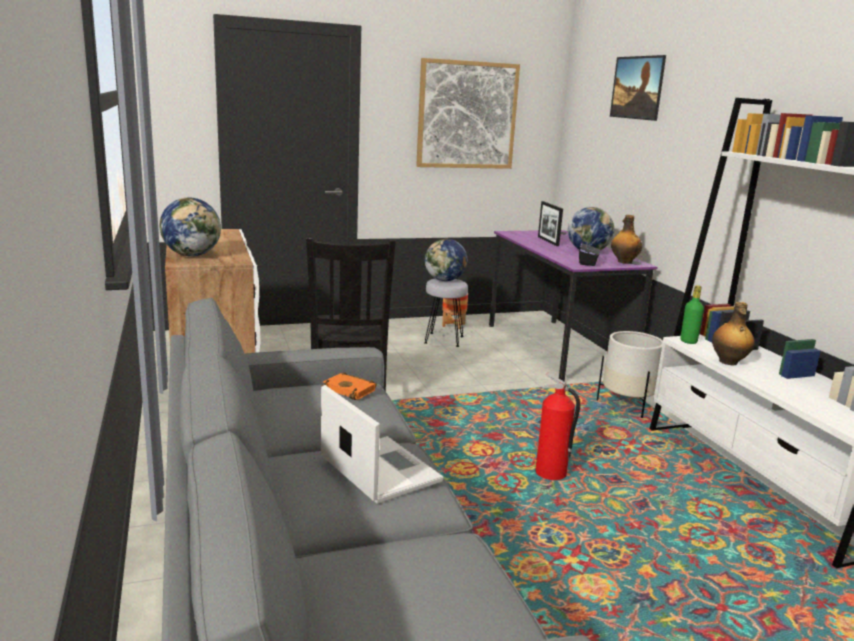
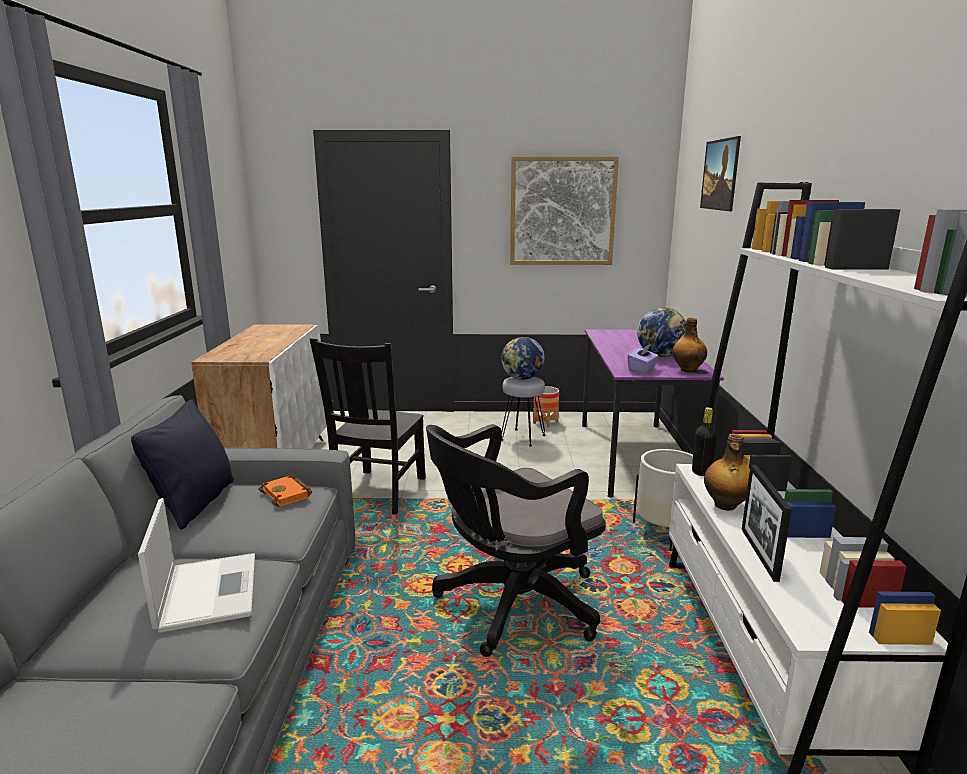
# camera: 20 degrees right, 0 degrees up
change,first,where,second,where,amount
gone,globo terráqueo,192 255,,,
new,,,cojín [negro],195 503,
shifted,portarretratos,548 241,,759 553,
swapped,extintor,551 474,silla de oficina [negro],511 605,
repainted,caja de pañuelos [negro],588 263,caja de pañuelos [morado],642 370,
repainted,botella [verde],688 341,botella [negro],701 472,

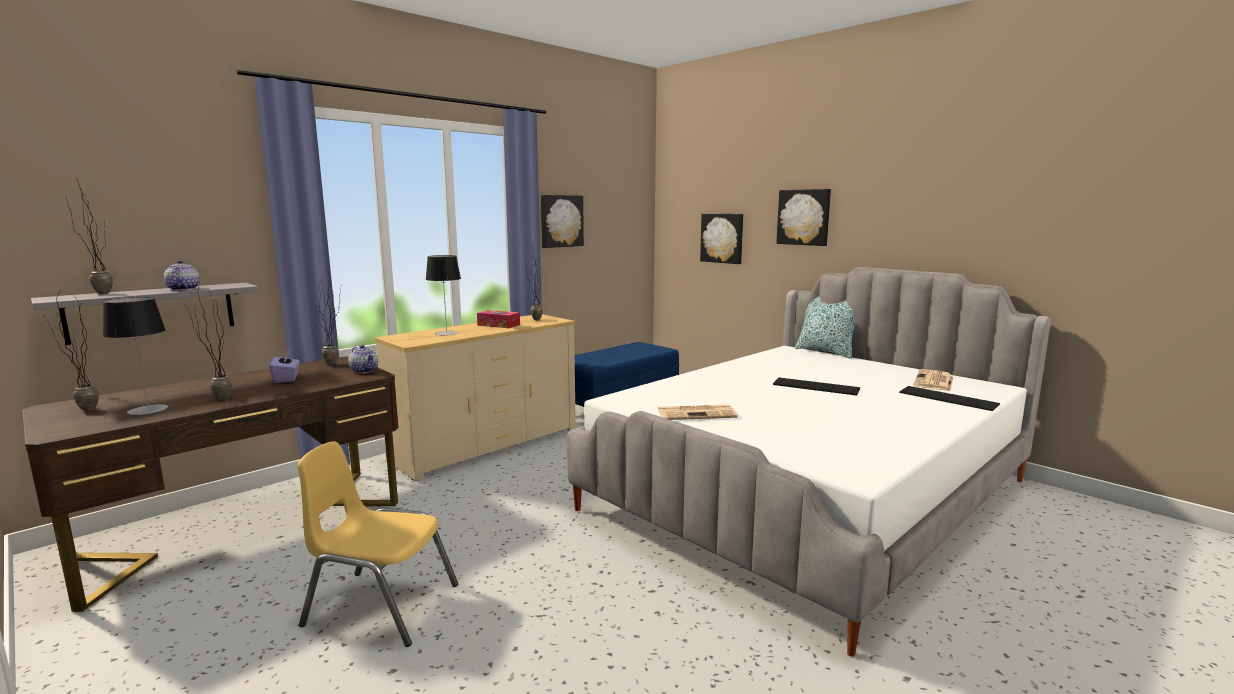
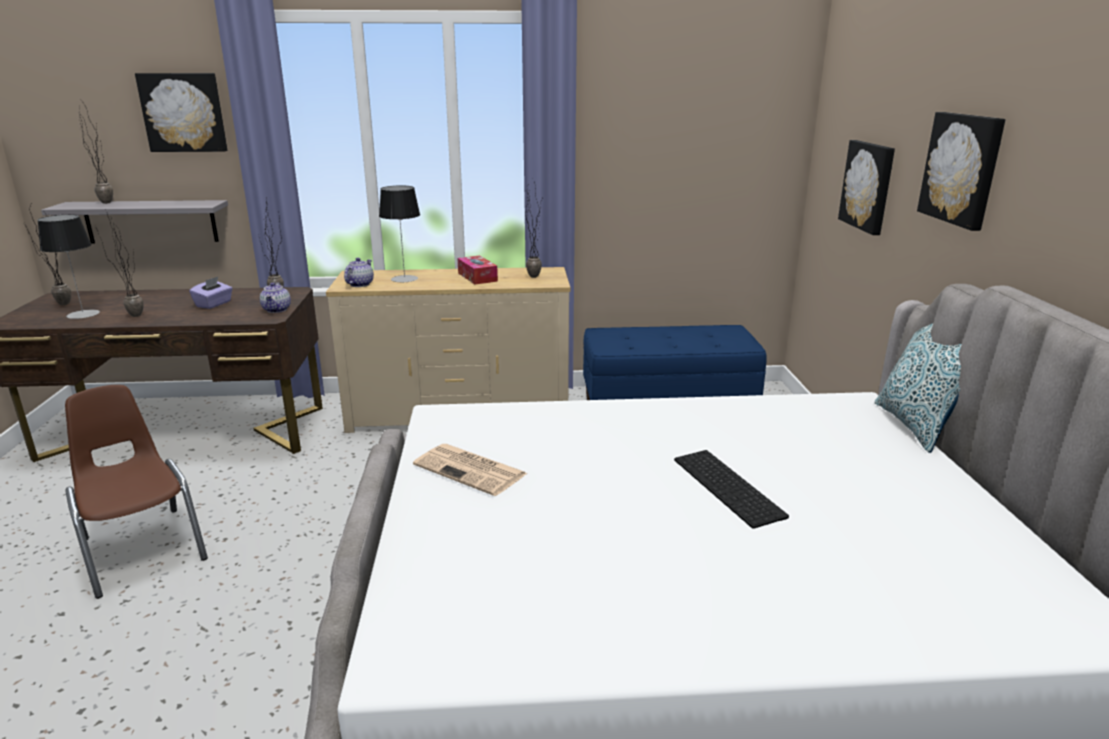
# camera: 40 degrees right, 10 degrees up
change,first,where,second,where,amount
gone,teclado,949 398,,,
gone,periódico,934 381,,,
shifted,tetera,183 289,,359 284,
shifted,cuadro,561 221,,184 112,
repainted,silla [amarillo],381 605,silla [marrón],142 549,

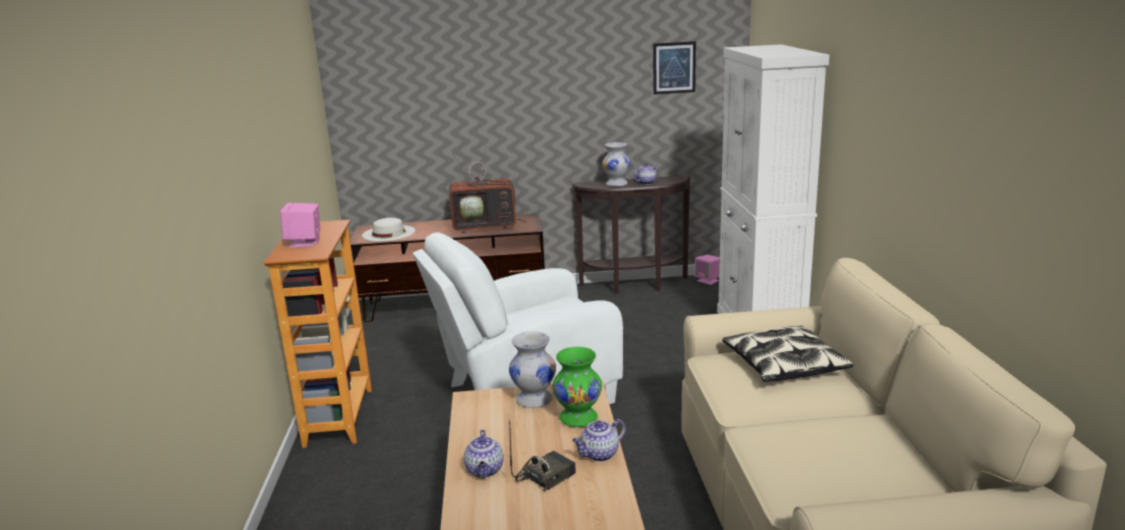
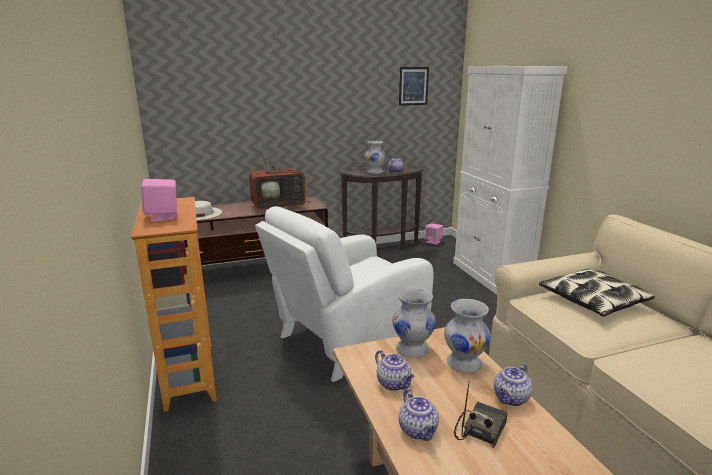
# camera: 15 degrees left, 0 degrees up
change,first,where,second,where,amount
new,,,tetera,394 384,
repainted,florero [verde],578 418,florero [blanco],464 363,

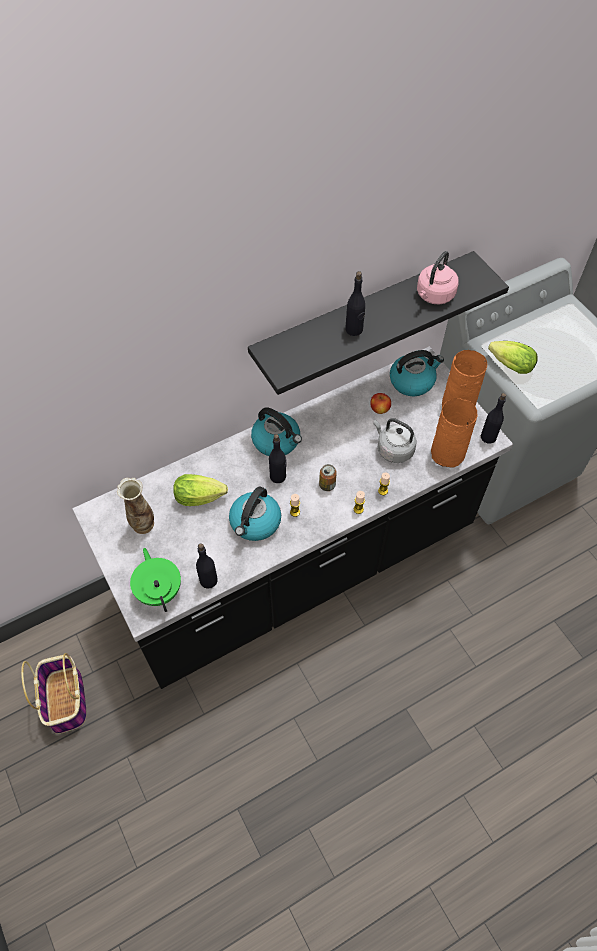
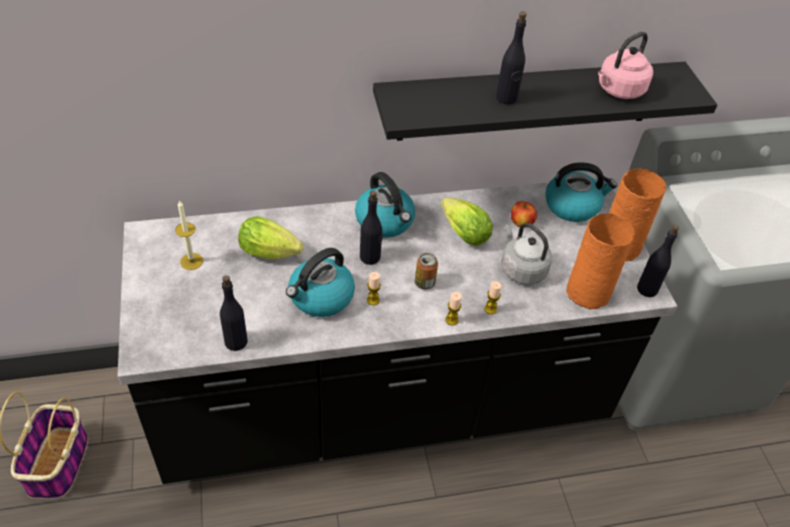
# camera: 15 degrees right, 10 degrees down
change,first,where,second,where,amount
gone,tetera [verde],159 590,,,
shifted,lechuga,508 365,,461 232,
swapped,florero,143 525,vela,191 261,

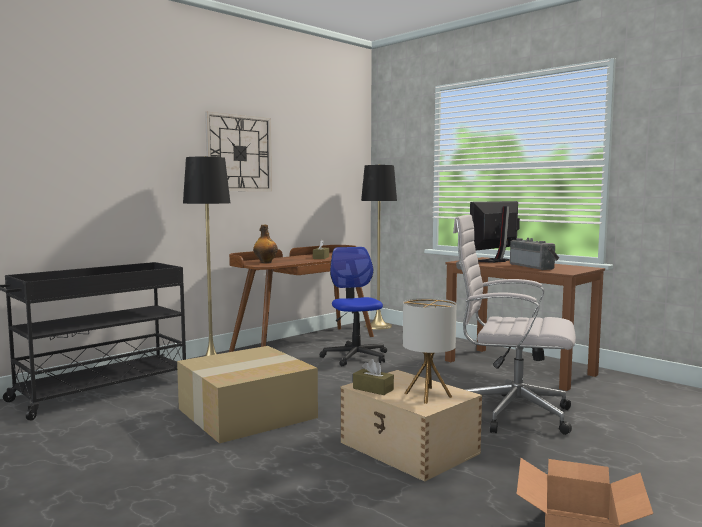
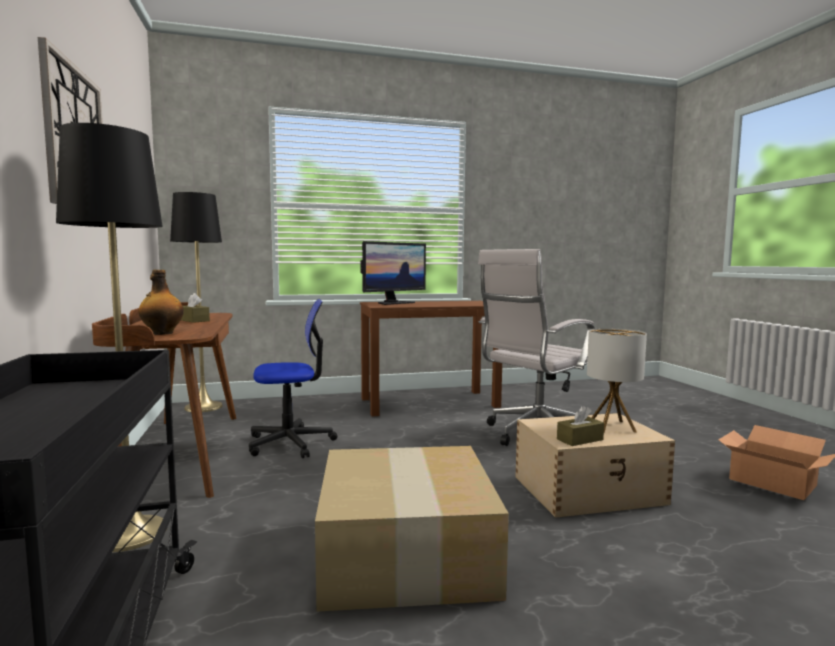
# camera: 60 degrees left, 0 degrees up
change,first,where,second,where,amount
gone,radio,533 266,,,
rotated,silla de oficina,355 357,,290 443,150 degrees clockwise
rotated,monitor,495 260,,393 303,120 degrees counterclockwise

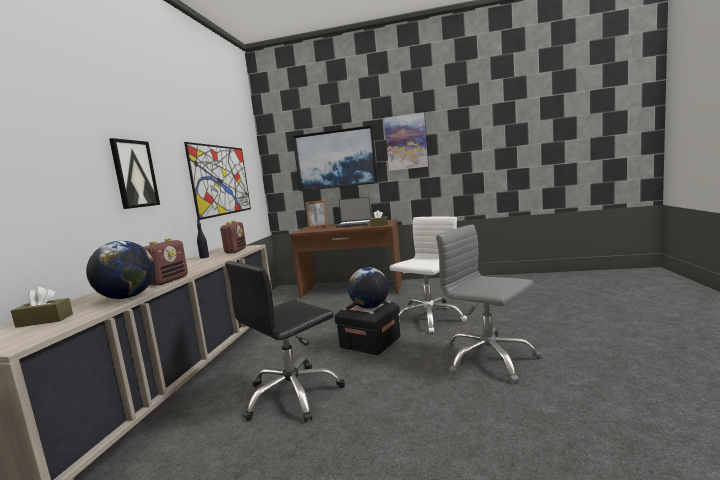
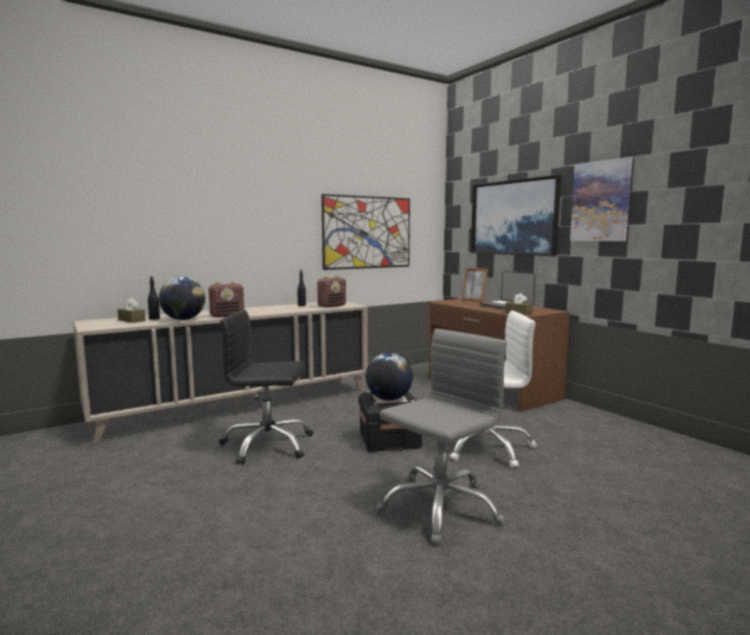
# camera: 45 degrees right, 0 degrees up
change,first,where,second,where,amount
gone,cuadro,134 174,,,
new,,,botella [negro],154 318,
rotated,silla de oficina [gris],488 359,,439 507,45 degrees clockwise

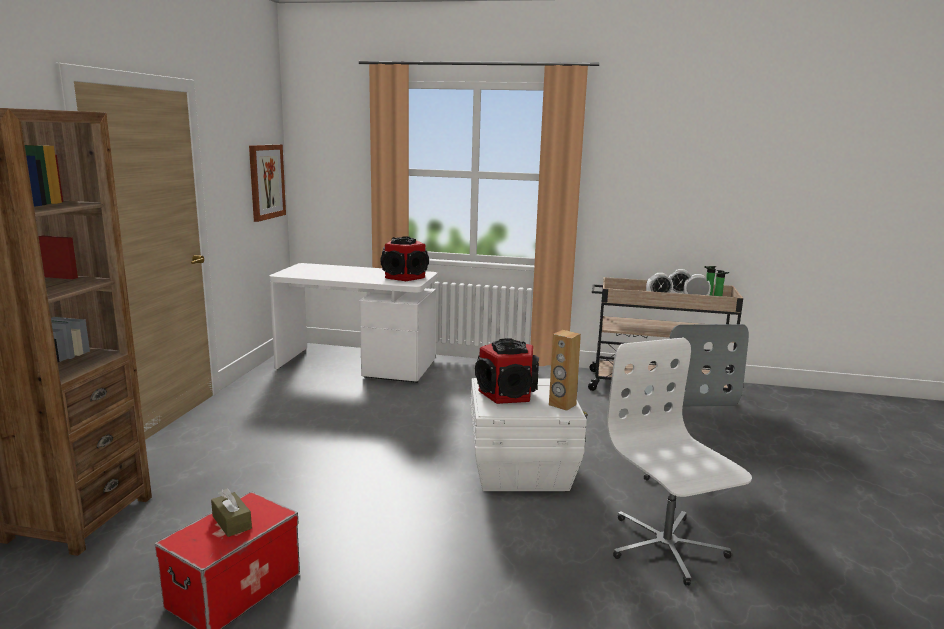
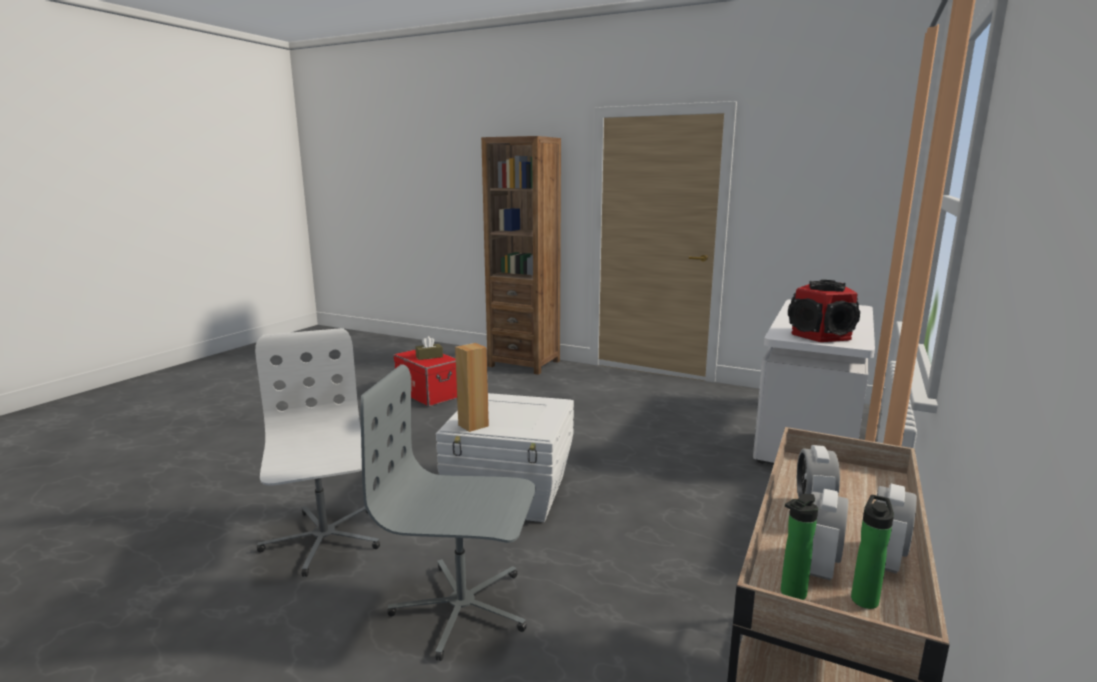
# camera: 105 degrees right, 0 degrees up
change,first,where,second,where,amount
gone,cuadro,266 181,,,
gone,altavoz,507 393,,,
rotated,silla de oficina [blanco],665 547,,323 539,105 degrees counterclockwise

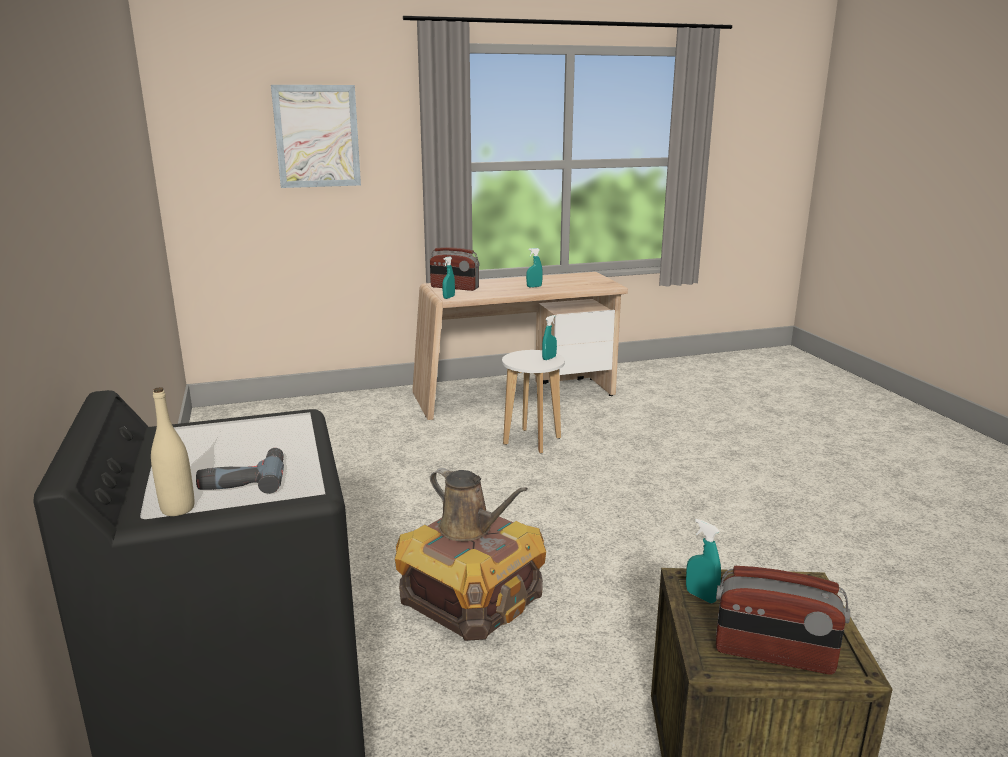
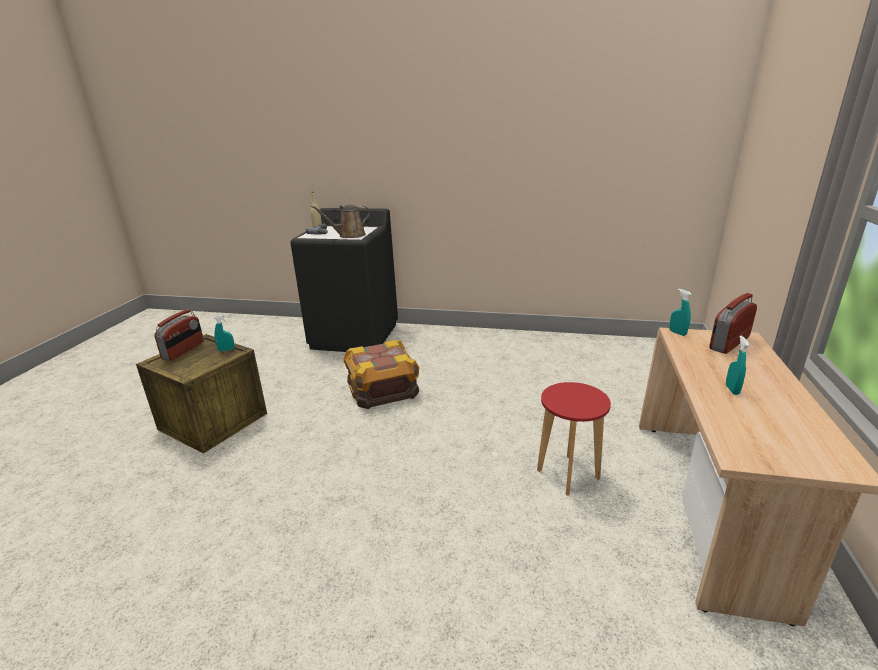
# camera: 120 degrees right, 5 degrees up
change,first,where,second,where,amount
gone,cuadro,317 136,,,
gone,pulverizador [turquesa],549 358,,,
shifted,regadera [marrón],469 529,,349 235,
repainted,taburete [blanco],532 441,taburete [rojo],567 474,
rotated,radio,773 655,,184 350,150 degrees clockwise

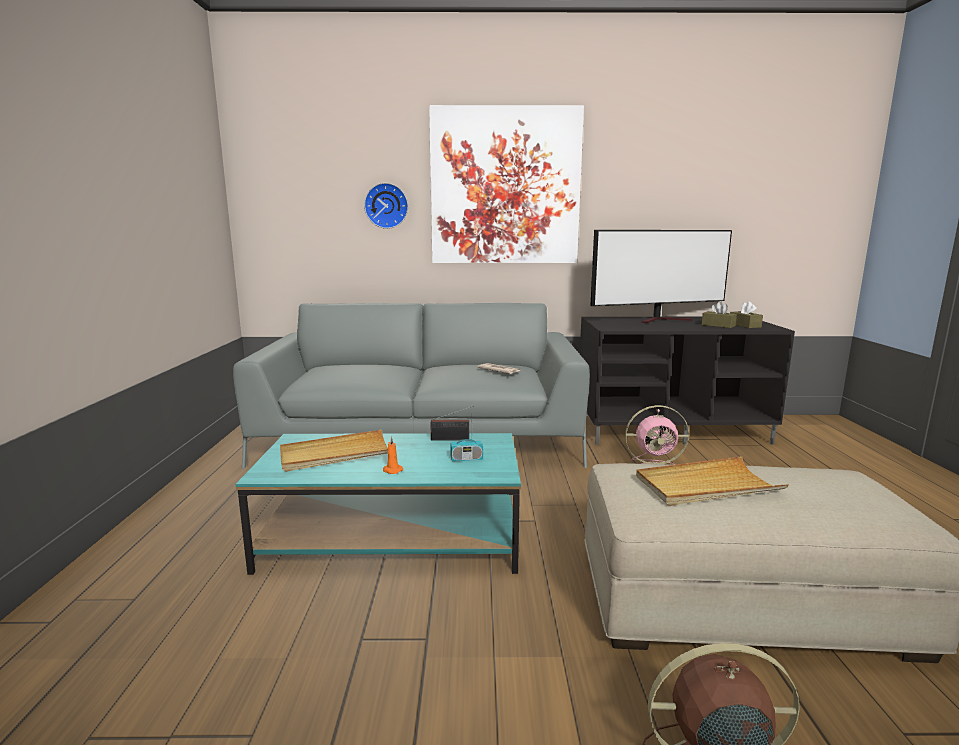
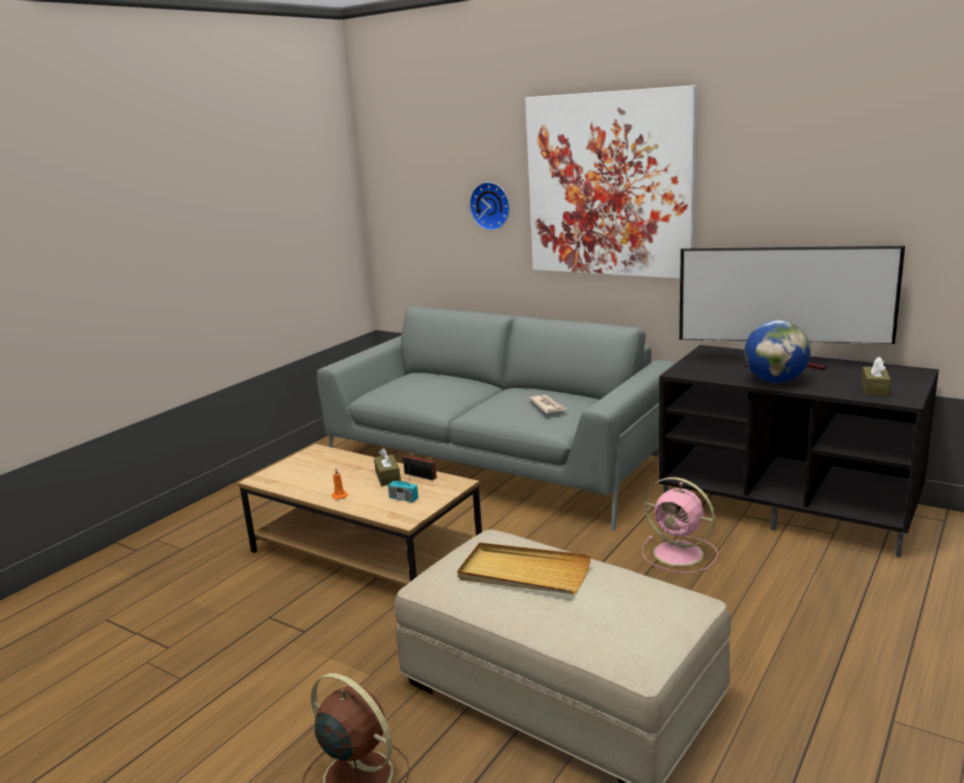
# camera: 35 degrees right, 5 degrees up
change,first,where,second,where,amount
gone,bandeja [beis],335 454,,,
new,,,globo terráqueo,775 381,
shifted,caja de pañuelos [marrón],718 325,,388 477,
repainted,mesa de centro [turquesa],392 537,mesa de centro [marrón],365 552,

